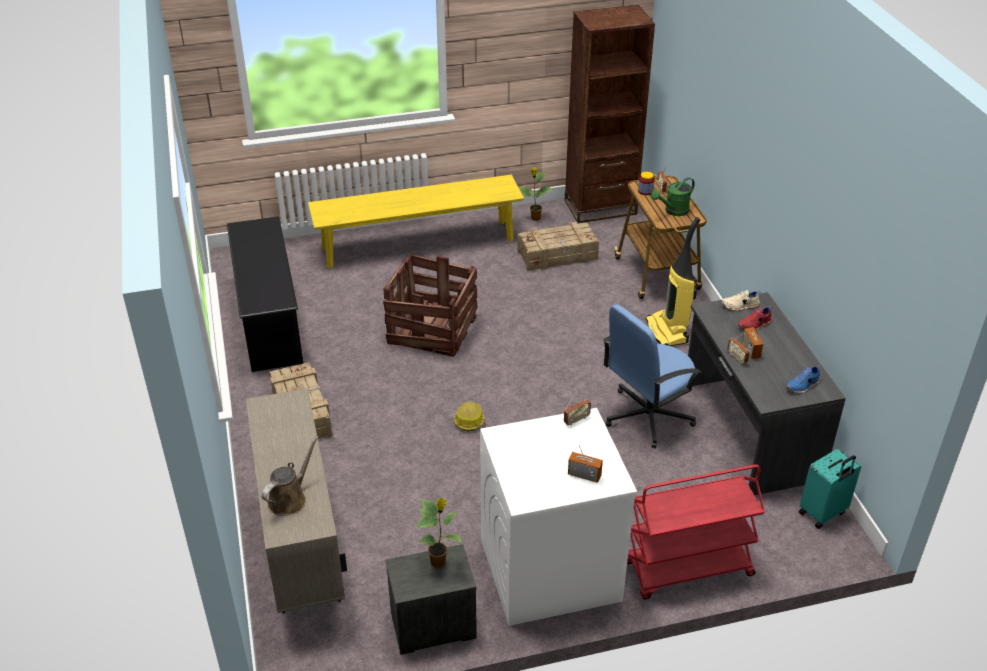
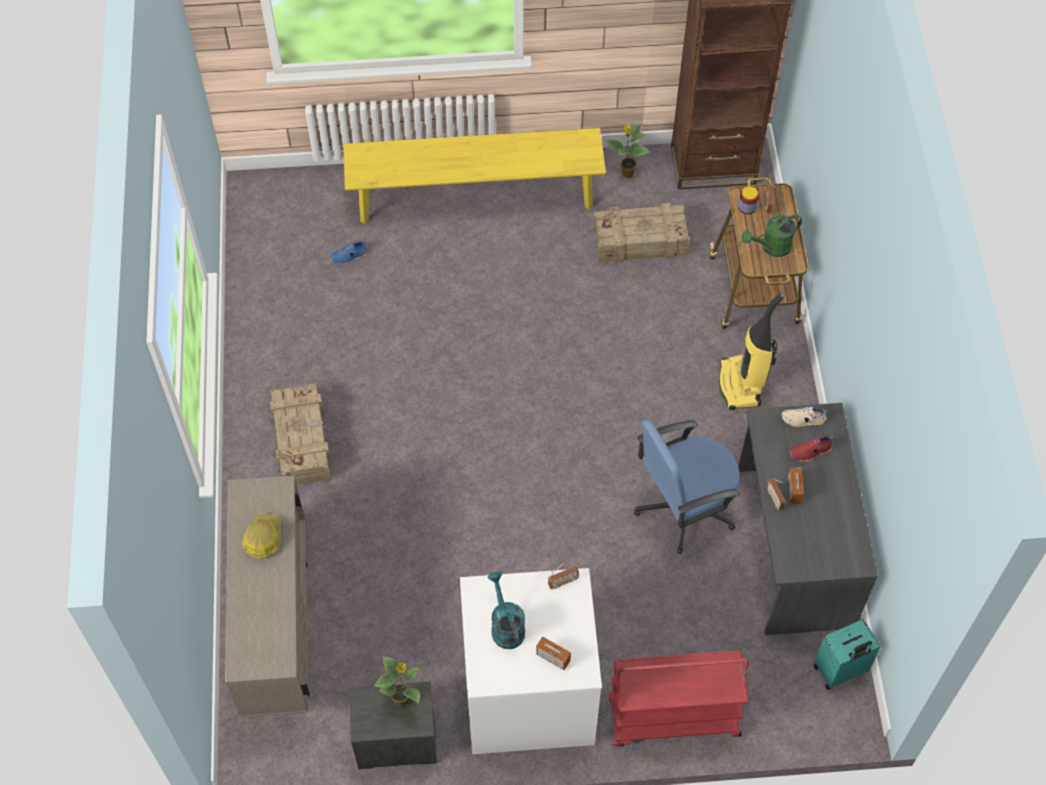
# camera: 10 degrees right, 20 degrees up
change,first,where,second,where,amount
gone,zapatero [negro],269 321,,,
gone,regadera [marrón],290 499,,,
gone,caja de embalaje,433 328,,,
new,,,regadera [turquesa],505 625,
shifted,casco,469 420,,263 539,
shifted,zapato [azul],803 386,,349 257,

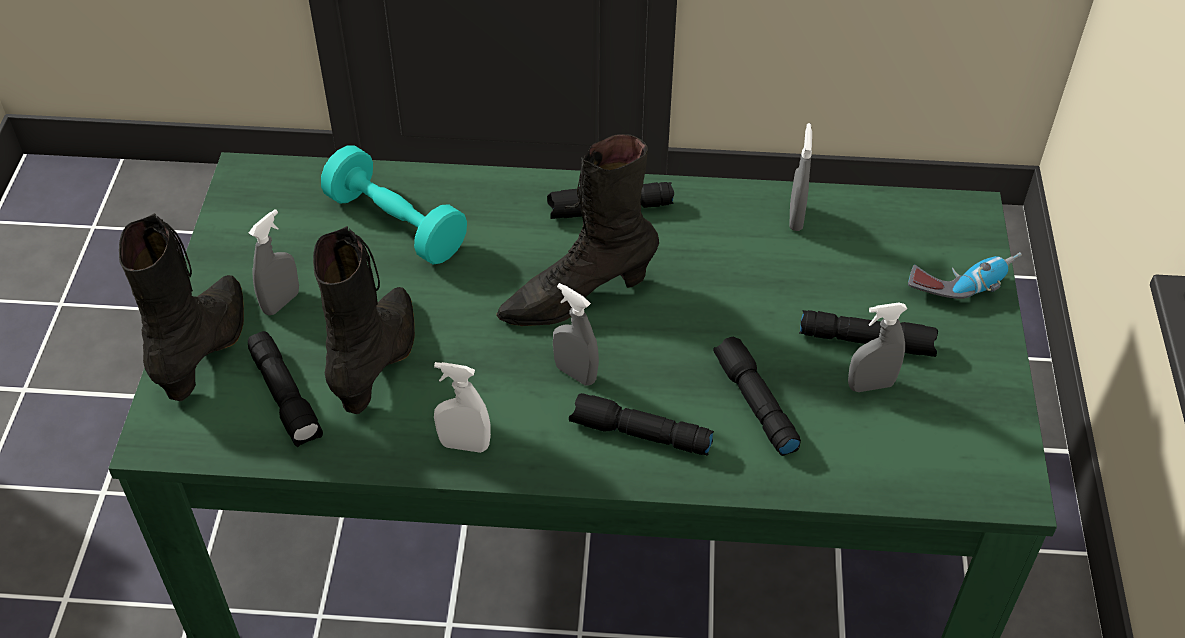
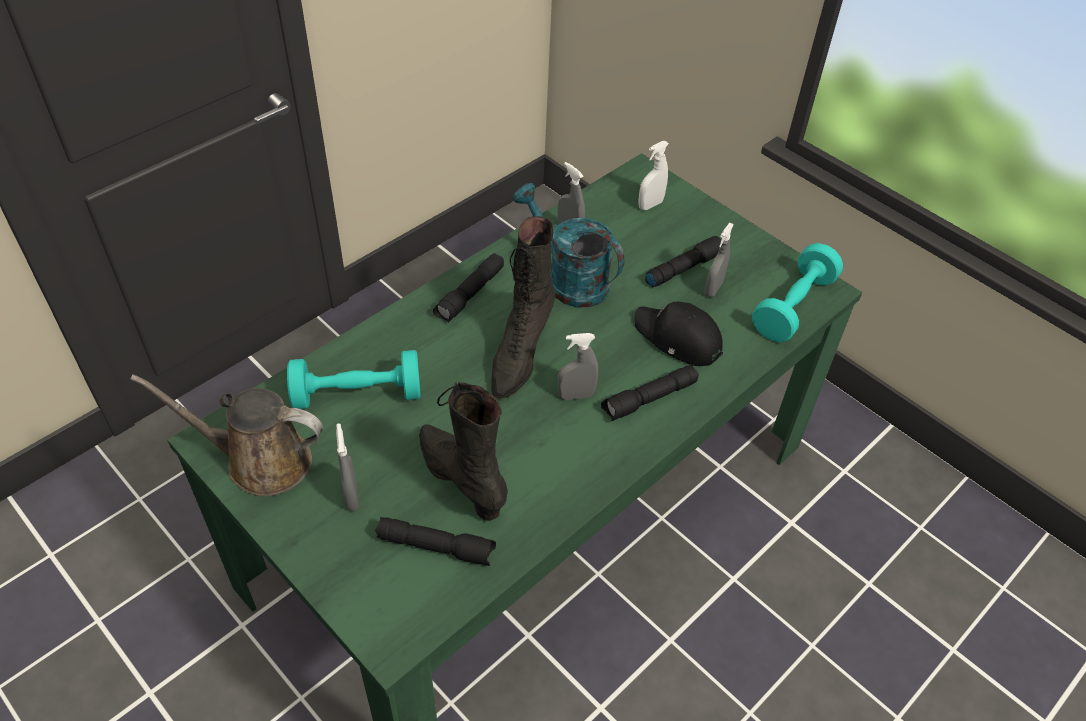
# camera: 50 degrees left, 0 degrees up
change,first,where,second,where,amount
gone,bota [negro],206 349,,,
gone,taladro,963 281,,,
new,,,regadera [marrón],260 461,
new,,,regadera [turquesa],568 279,
new,,,mancuerna [turquesa],793 307,
shifted,pulverizador [blanco],464 445,,650 205,
swapped,linterna [negro],754 403,gorra [negro],678 339,

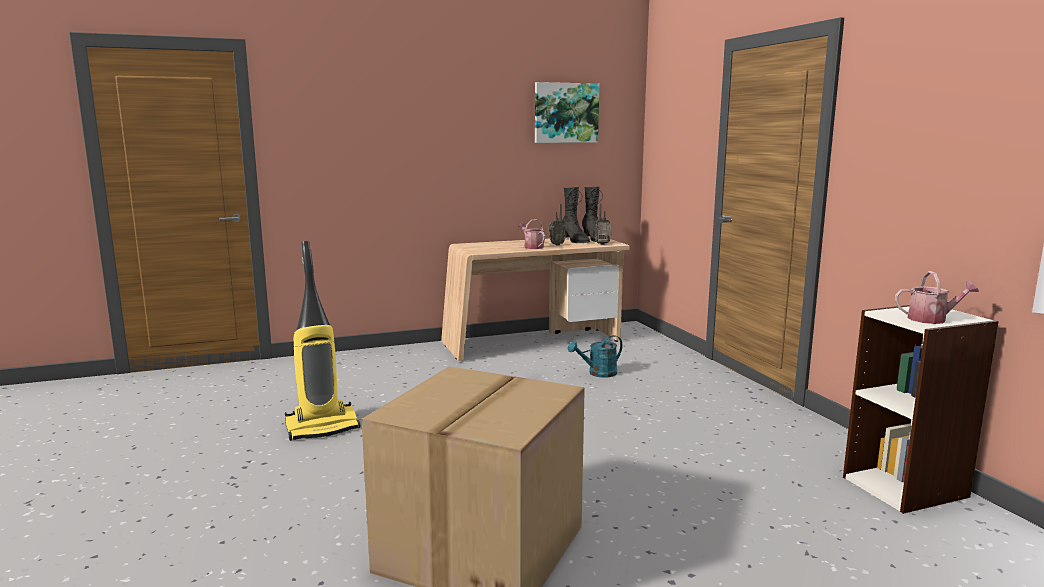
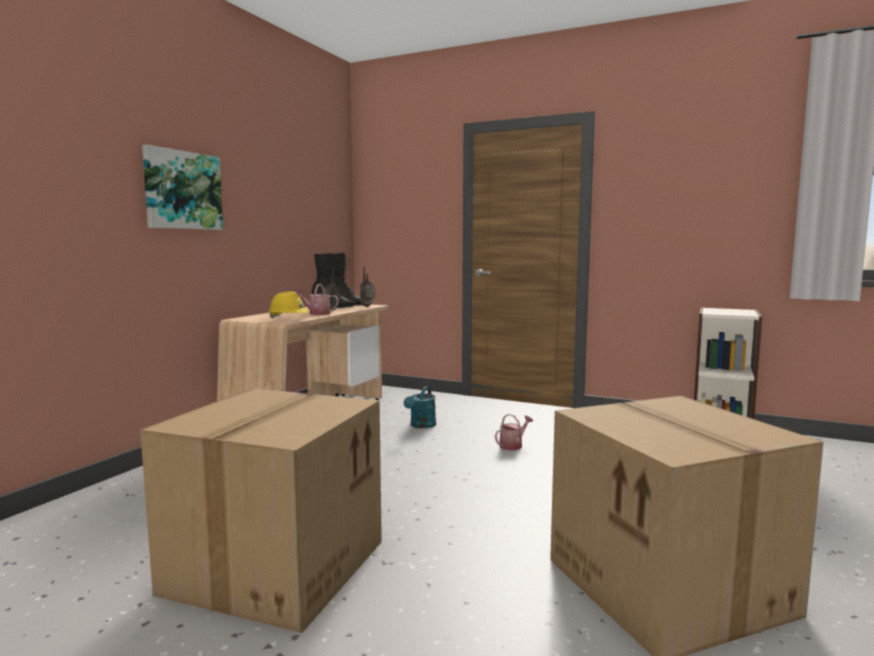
# camera: 45 degrees left, 5 degrees down
change,first,where,second,where,amount
new,,,casco [amarillo],289 319,
shifted,cuadro,566 113,,182 190,
shifted,regadera,932 319,,513 445,
swapped,aspiradora,323 427,caja de cartón,275 564,

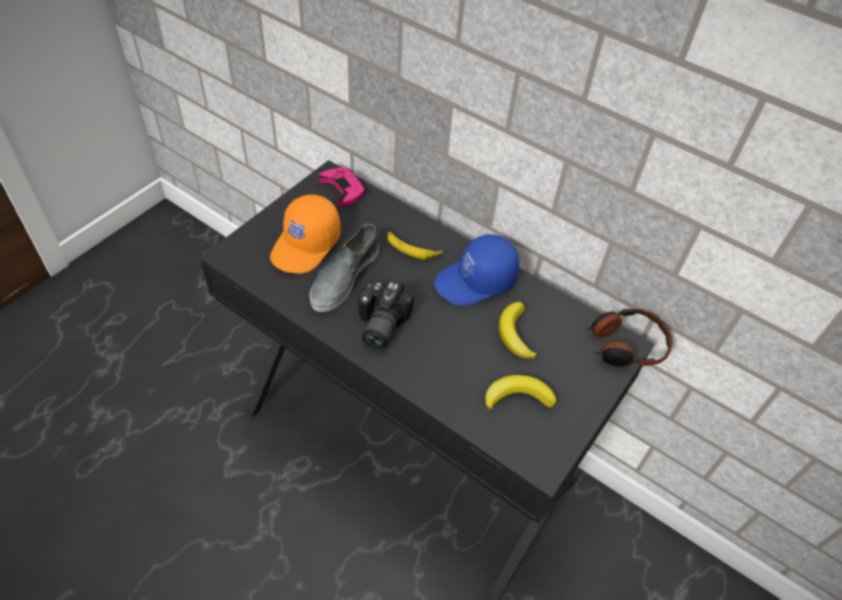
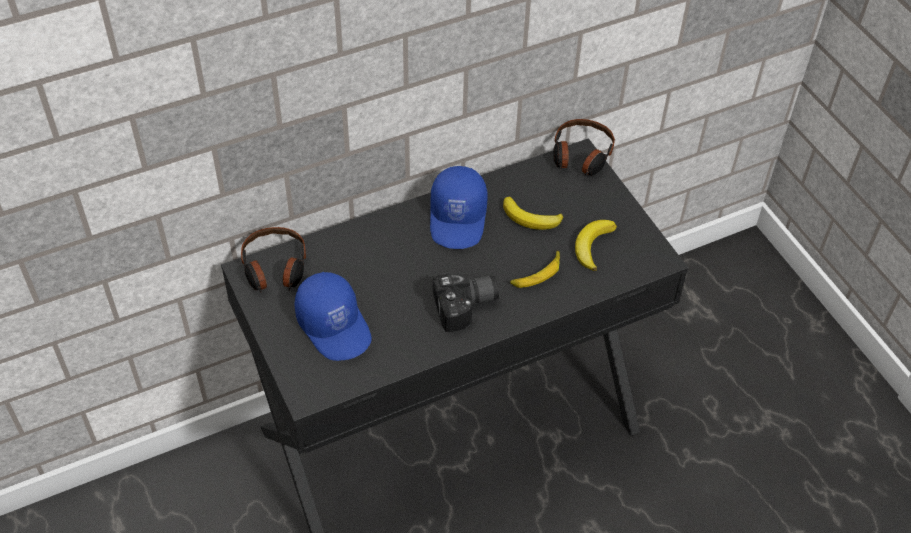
# camera: 60 degrees left, 0 degrees up
change,first,where,second,where,amount
gone,zapato [gris],344 276,,,
shifted,plátano,412 248,,537 274,
swapped,mando de consola [rosa],343 189,auriculares,275 268,
repainted,gorra [naranja],306 245,gorra [azul],335 325,
rotated,cámara,378 324,,466 307,60 degrees counterclockwise

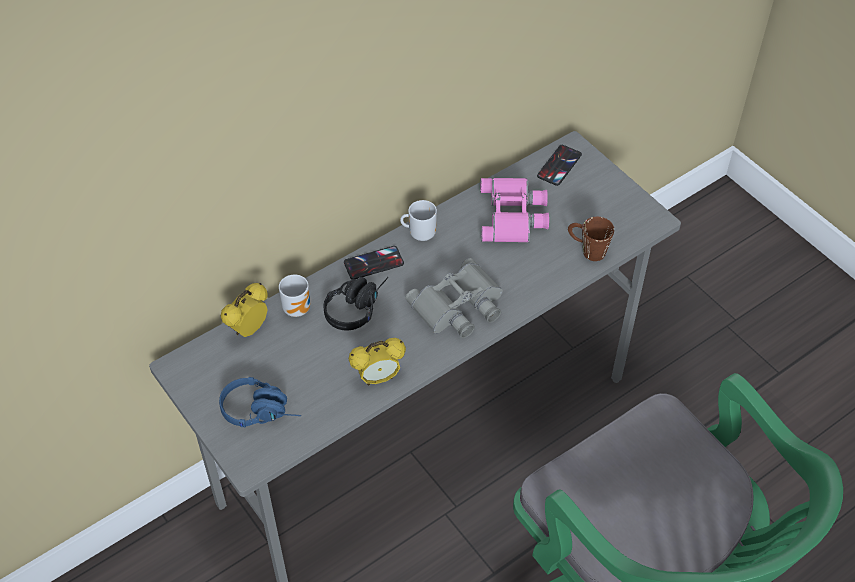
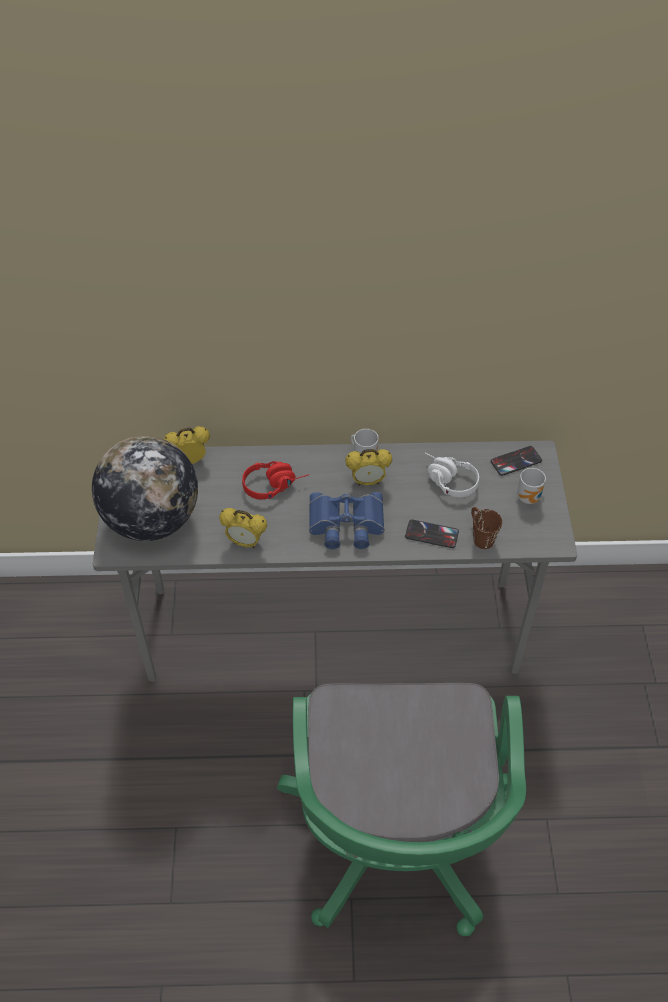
# camera: 35 degrees right, 0 degrees up
change,first,where,second,where,amount
new,,,despertador,367 481,
shifted,taza grande,299 308,,530 498,
shifted,móvil,373 263,,431 534,
swapped,auriculares [azul],262 410,globo terráqueo,152 520,
swapped,prismáticos [rosa],514 215,auriculares [blanco],446 480,
repainted,auriculares [negro],357 306,auriculares [rojo],275 484,
repainted,prismáticos [gris],459 307,prismáticos [azul],346 525,

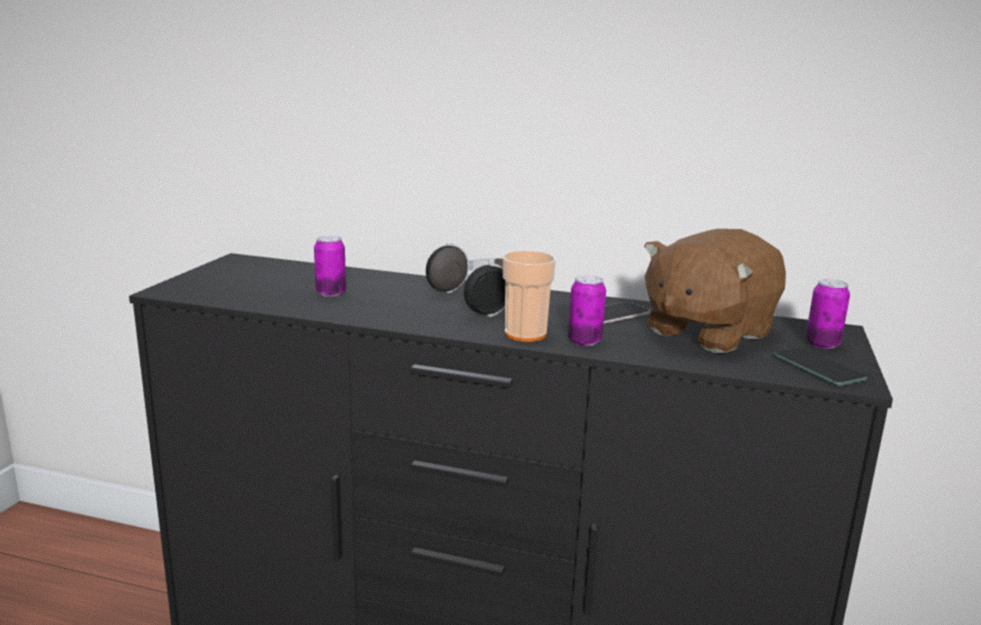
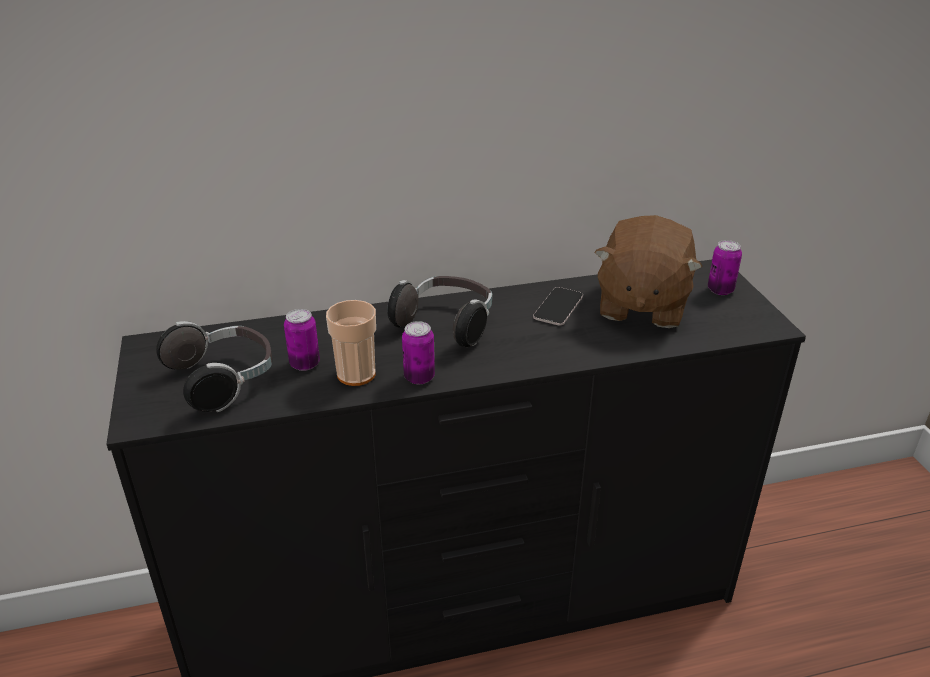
# camera: 30 degrees left, 15 degrees up
change,first,where,second,where,amount
gone,móvil,818 368,,,
new,,,auriculares,224 380,
shifted,taza,525 334,,356 374,
shifted,lata,584 341,,419 377,

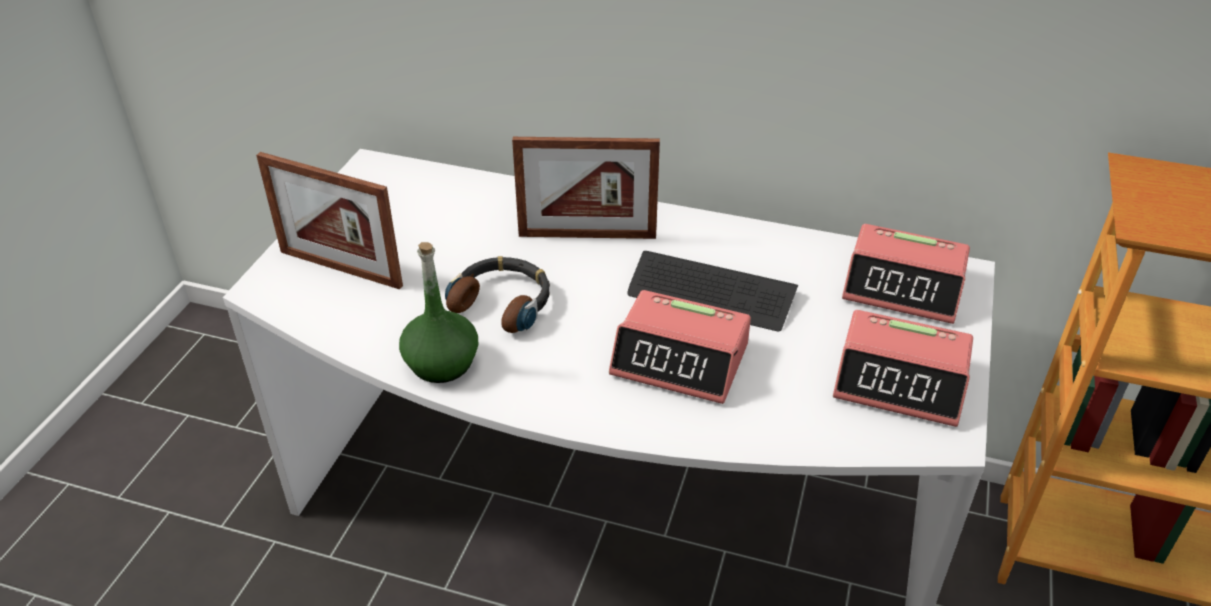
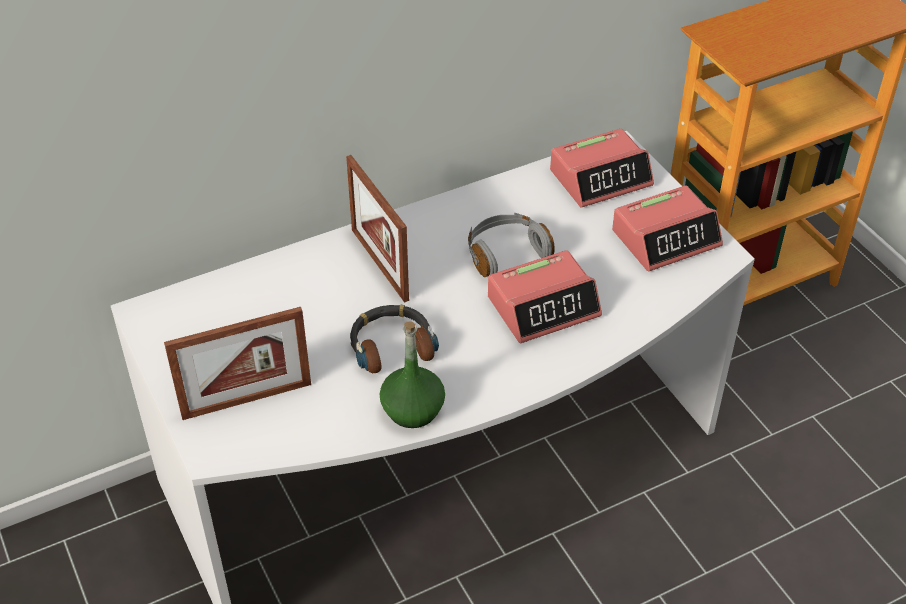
# camera: 45 degrees left, 5 degrees up
change,first,where,second,where,amount
swapped,teclado,711 293,auriculares [gris],506 253,
rotated,portarretratos,587 236,,379 264,105 degrees clockwise

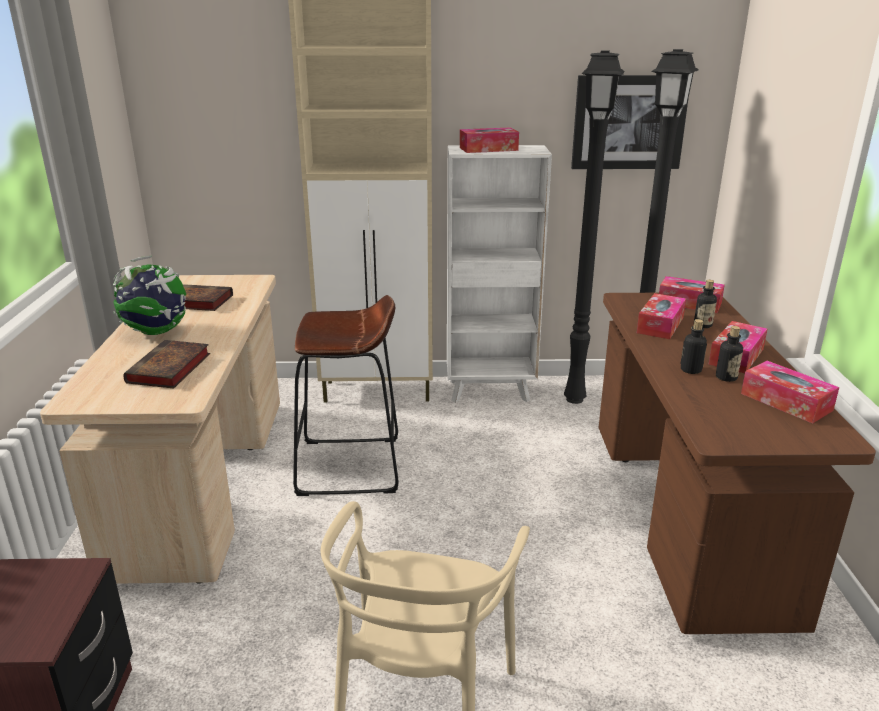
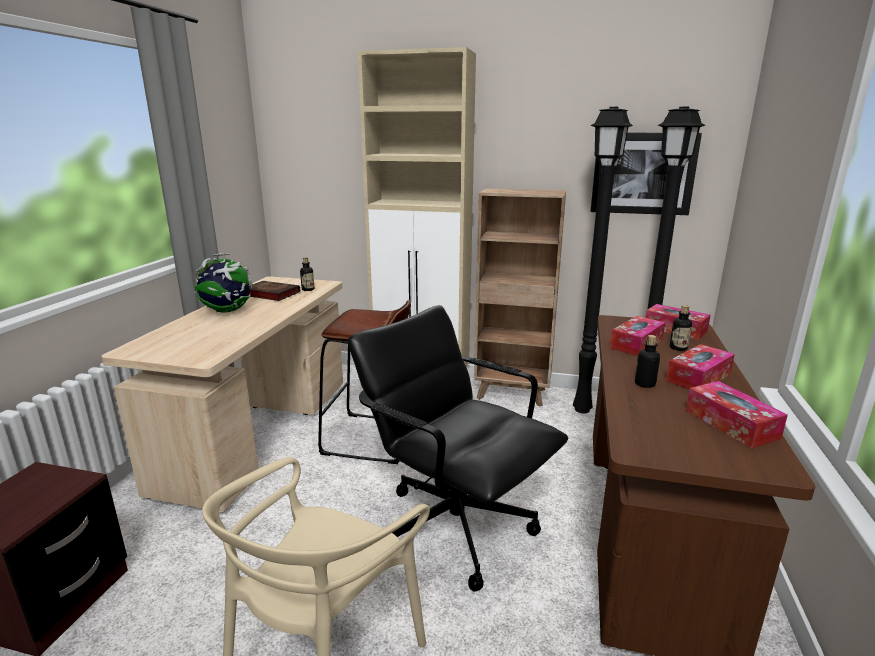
# camera: 15 degrees right, 5 degrees down
change,first,where,second,where,amount
gone,libro,169 370,,,
gone,caja de pañuelos,488 149,,,
new,,,silla de oficina [negro],455 526,
shifted,botella,726 377,,308 289,
repainted,estantería [blanco],491 391,estantería [marrón],512 394,

